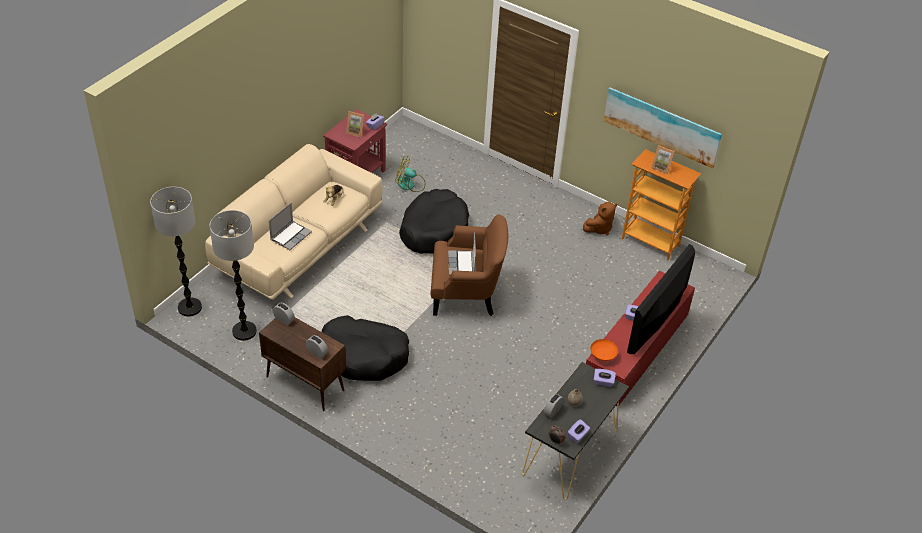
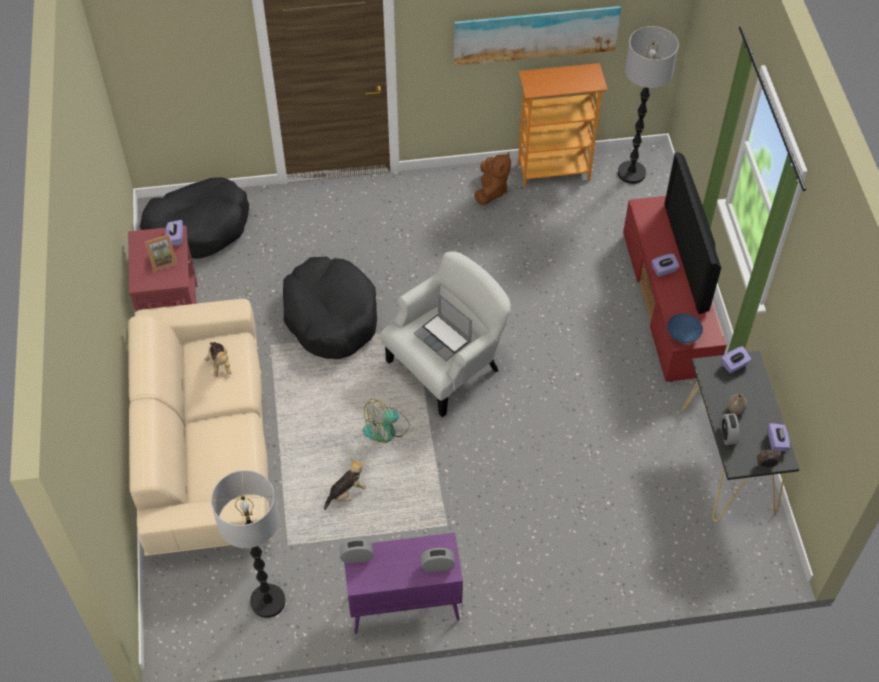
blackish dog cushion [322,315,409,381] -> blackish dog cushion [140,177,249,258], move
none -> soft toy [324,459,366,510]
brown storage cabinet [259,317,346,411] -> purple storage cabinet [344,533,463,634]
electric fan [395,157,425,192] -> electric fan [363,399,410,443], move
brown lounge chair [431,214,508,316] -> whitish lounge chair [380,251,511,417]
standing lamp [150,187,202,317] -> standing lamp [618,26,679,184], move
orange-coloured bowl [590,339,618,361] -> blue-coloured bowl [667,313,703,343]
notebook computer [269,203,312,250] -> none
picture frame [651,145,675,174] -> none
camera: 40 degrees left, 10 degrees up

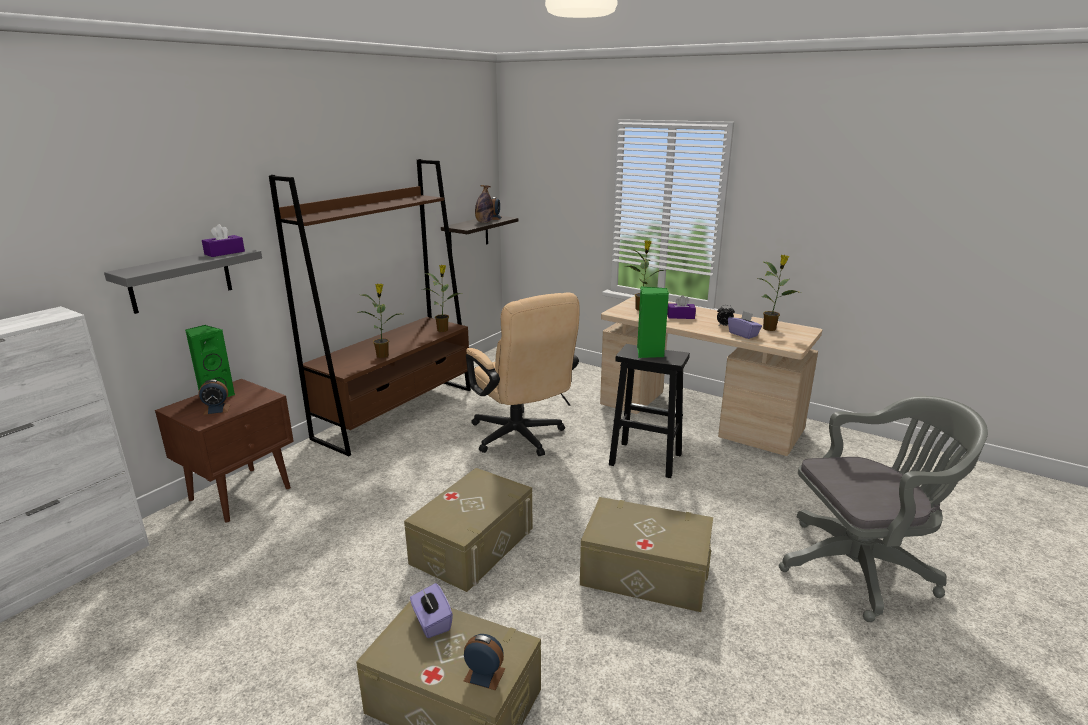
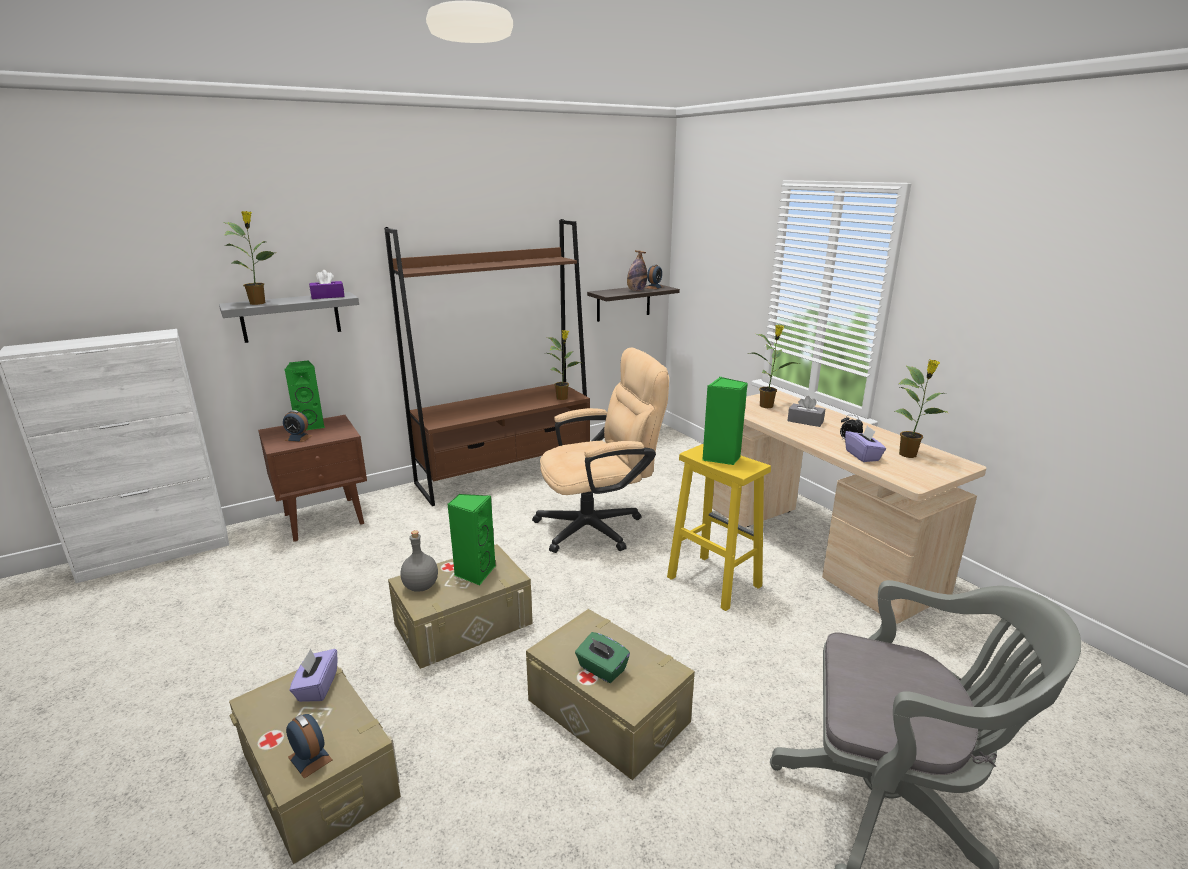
houseplant [357,284,402,358] -> houseplant [224,211,274,305], move
none -> greyish bottle [400,530,438,592]
none -> green-coloured speaker [448,494,496,585]
sand-coloured desk chair [466,293,580,456] -> sand-coloured desk chair [532,347,669,553], 105 degrees counterclockwise
none -> green-coloured tissue holder [575,632,630,683]
blackish sitting stool [609,344,690,478] -> yellow-coloured sitting stool [667,444,771,611]
purple tissue holder [667,295,696,319] -> greyish tissue holder [787,396,825,427]
camera: 25 degrees right, 0 degrees up

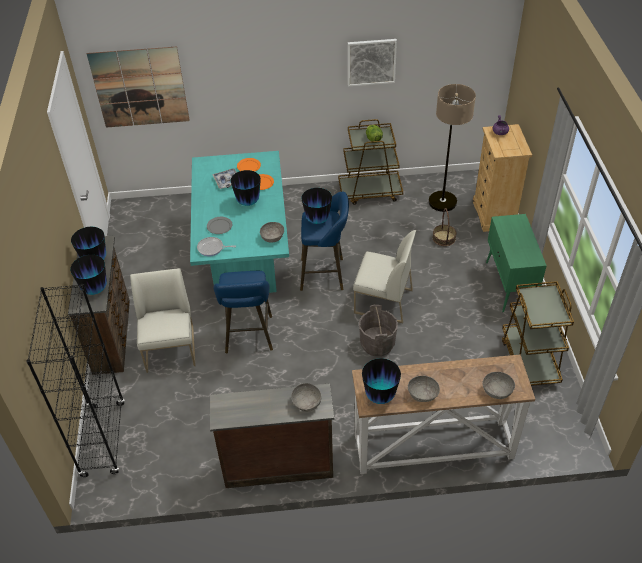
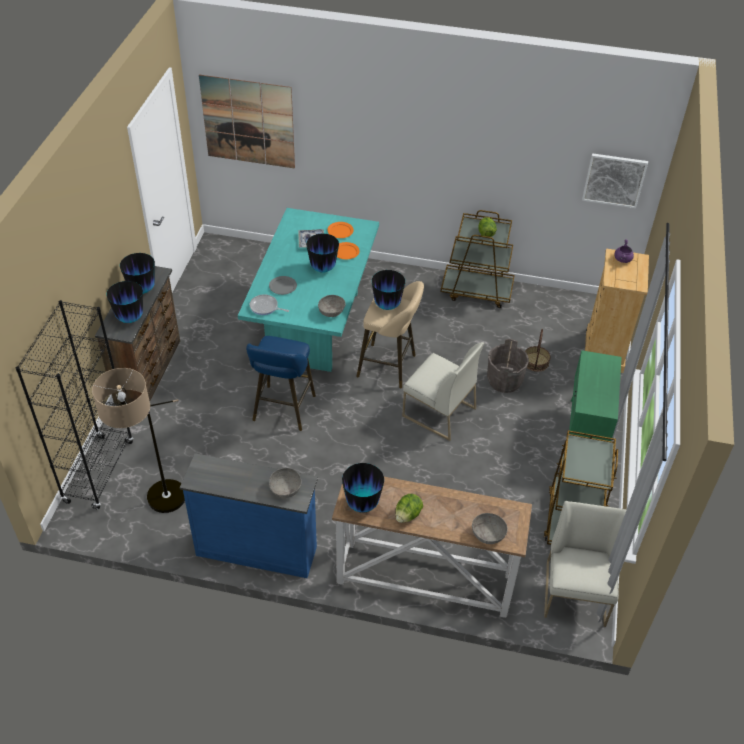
standing lamp [429,84,476,212] -> standing lamp [92,368,185,513], move
brown chest of drawers [210,383,334,488] -> blue-coloured chest of drawers [180,453,318,578]
blue-coloured sitting stool [300,192,349,291] -> sand-coloured sitting stool [356,281,424,388]
greyish bowl [408,376,440,402] -> lettuce [395,494,423,523]
greyish bucket [359,305,398,356] -> greyish bucket [487,339,529,393], move
whitish chair [130,268,196,373] -> whitish chair [544,501,627,627], move
wall picture [348,39,397,87] -> wall picture [582,153,648,208], move
camera: 15 degrees right, 0 degrees up

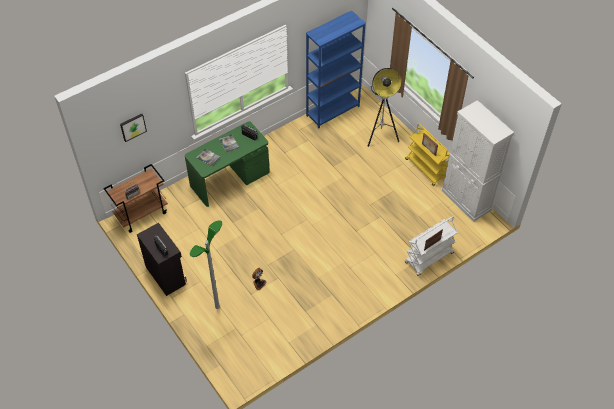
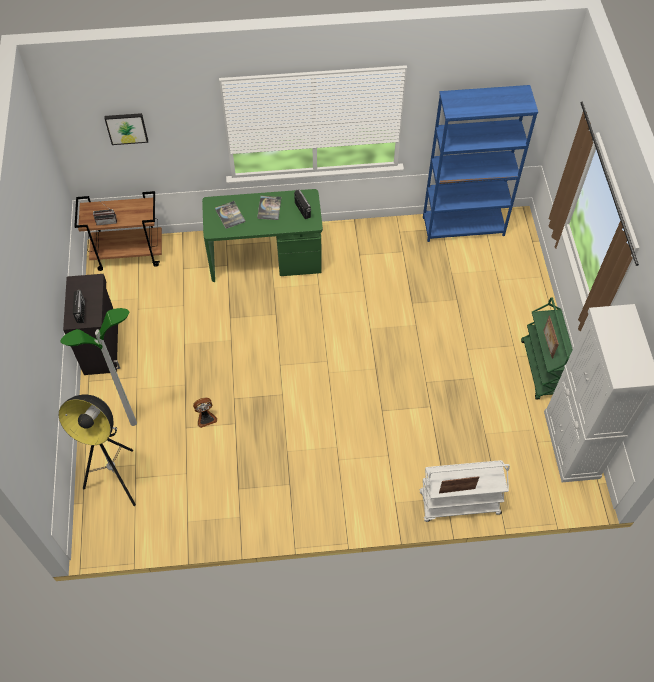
standing lamp [368,68,402,147] -> standing lamp [59,394,136,506], move
yellow-coloured cart [405,123,450,186] -> green-coloured cart [521,297,573,400]
camera: 30 degrees right, 5 degrees up

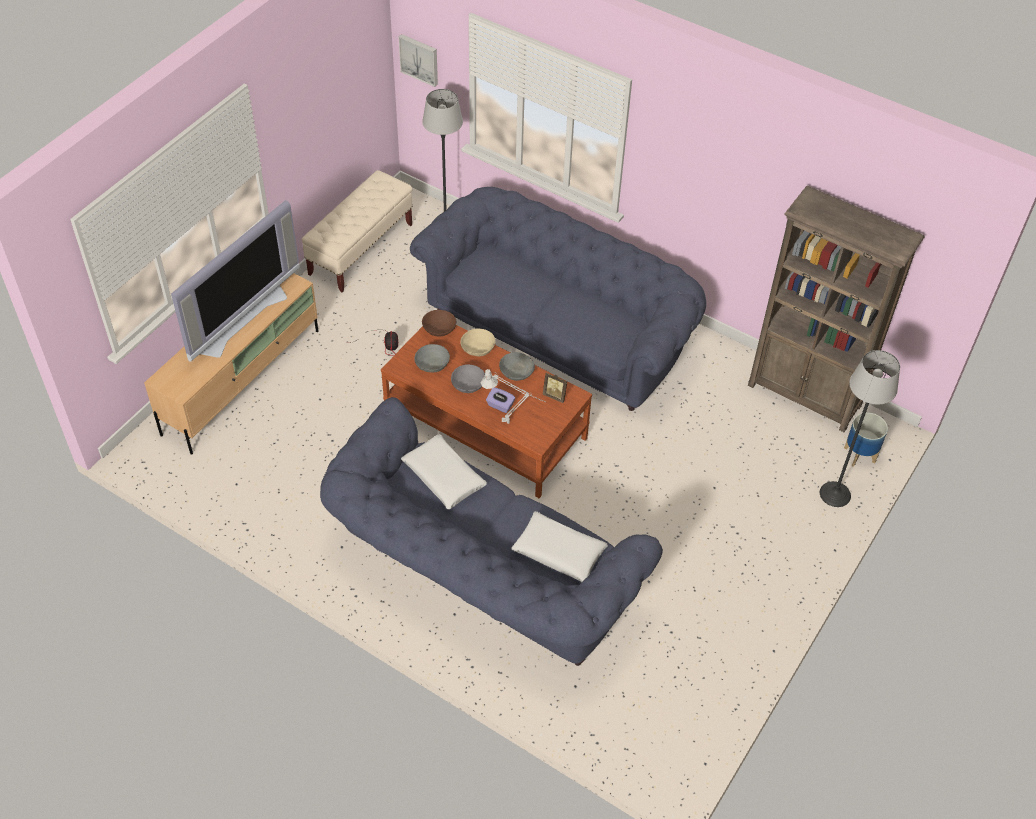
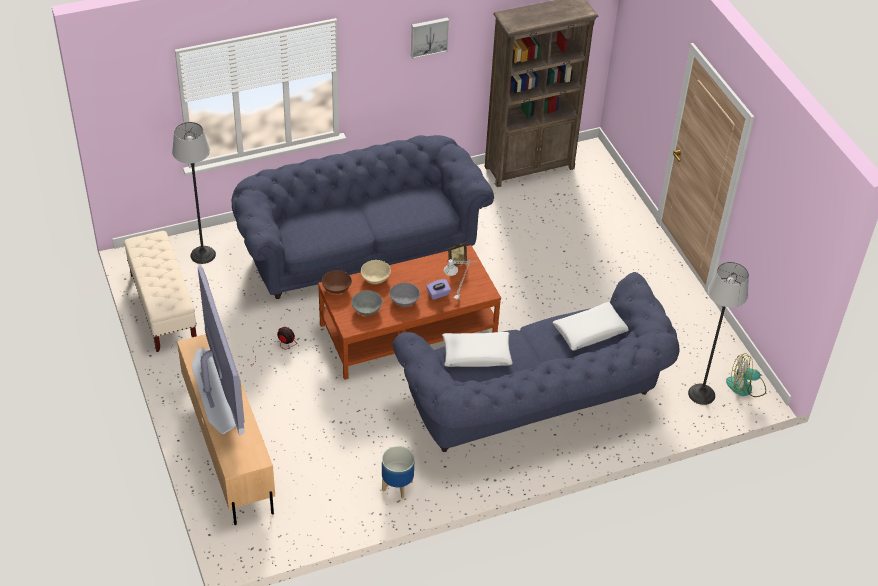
plant pot [844,413,888,467] -> plant pot [382,446,415,499], move
wall picture [399,34,438,87] -> wall picture [411,17,449,59], move
standing lamp [820,350,900,507] -> standing lamp [688,262,749,405], move
none -> electric fan [726,353,766,397]
greyish bowl [499,352,535,381] -> none
camera: 55 degrees left, 5 degrees down

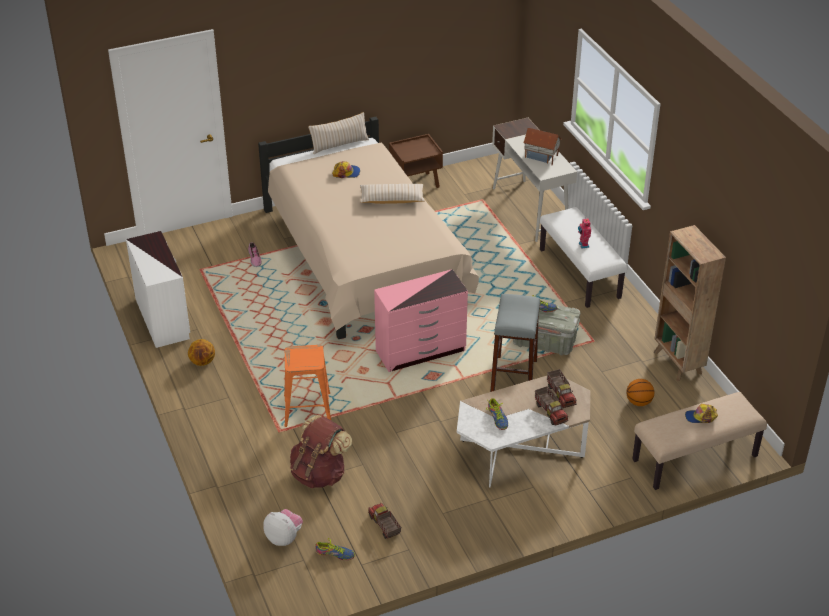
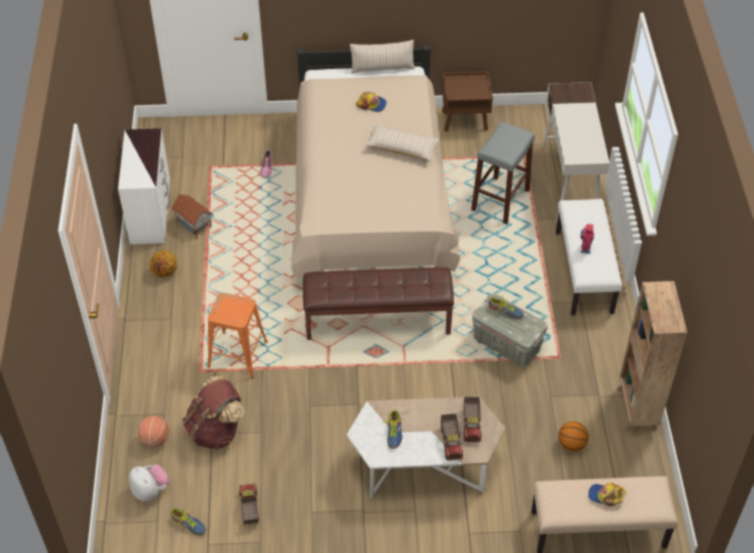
none -> basketball ball [138,416,169,447]
model house [523,128,562,165] -> model house [172,194,212,239], move
pink chest of drawers [374,269,468,372] -> brown indoor bench [303,267,454,340]
greyish sitting stool [490,294,540,392] -> greyish sitting stool [471,122,535,224], move
camera: 20 degrees right, 10 degrees up

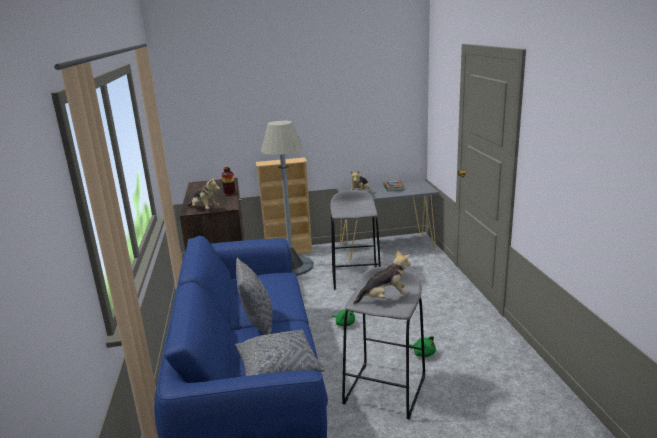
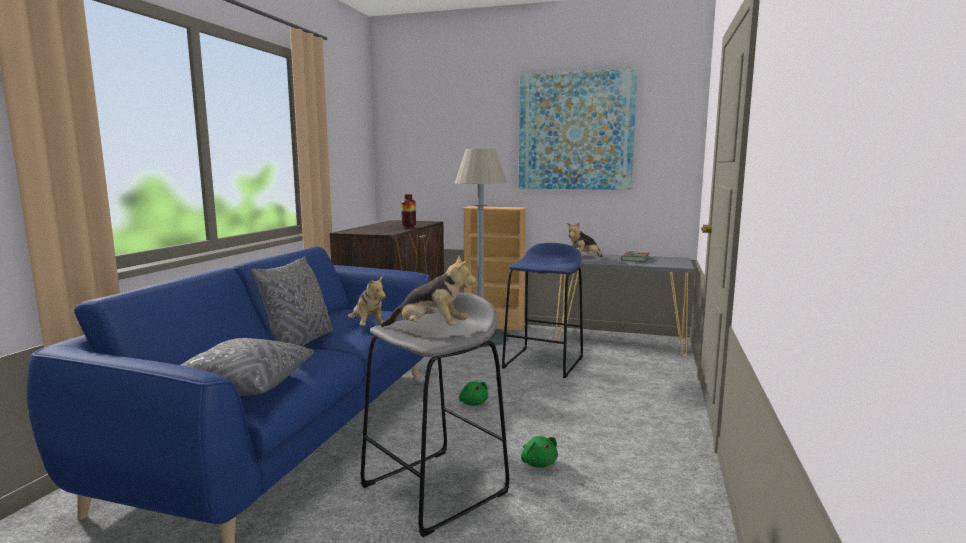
soft toy [187,176,220,209] -> soft toy [348,276,386,326], move
greyish sitting stool [330,190,381,290] -> blue-coloured sitting stool [502,243,583,378]
none -> wall picture [519,69,637,190]
camera: 25 degrees right, 10 degrees down

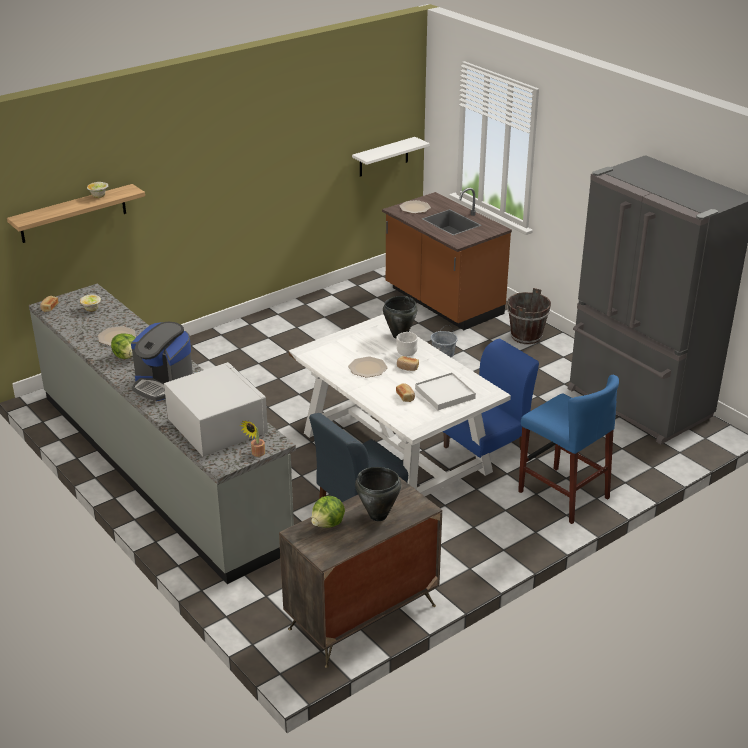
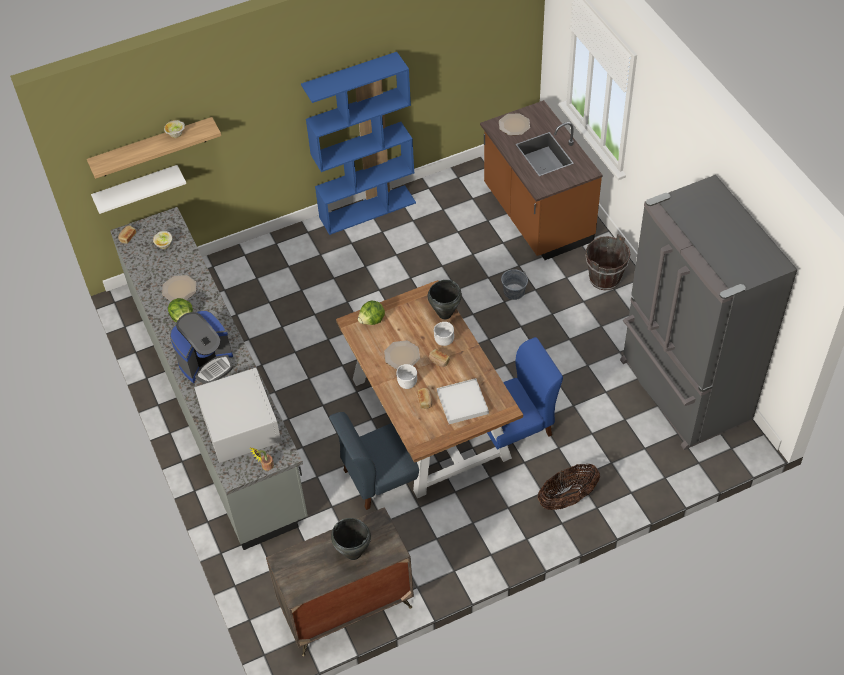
whitish shelf [352,137,430,177] -> whitish shelf [91,165,186,214], move
coffee machine [131,322,193,401] -> coffee machine [170,311,233,384], 90 degrees counterclockwise
none -> blue-coloured bookcase [301,52,416,235]
whitish dinner table [288,315,511,496] -> brown dinner table [336,280,523,498]
lettuce [311,496,345,528] -> lettuce [358,301,385,325], move
none -> whitish bowl [396,364,417,389]
blue-coloured sitting stool [518,375,619,524] -> storage basket [538,464,600,510]
camera: 15 degrees right, 20 degrees up

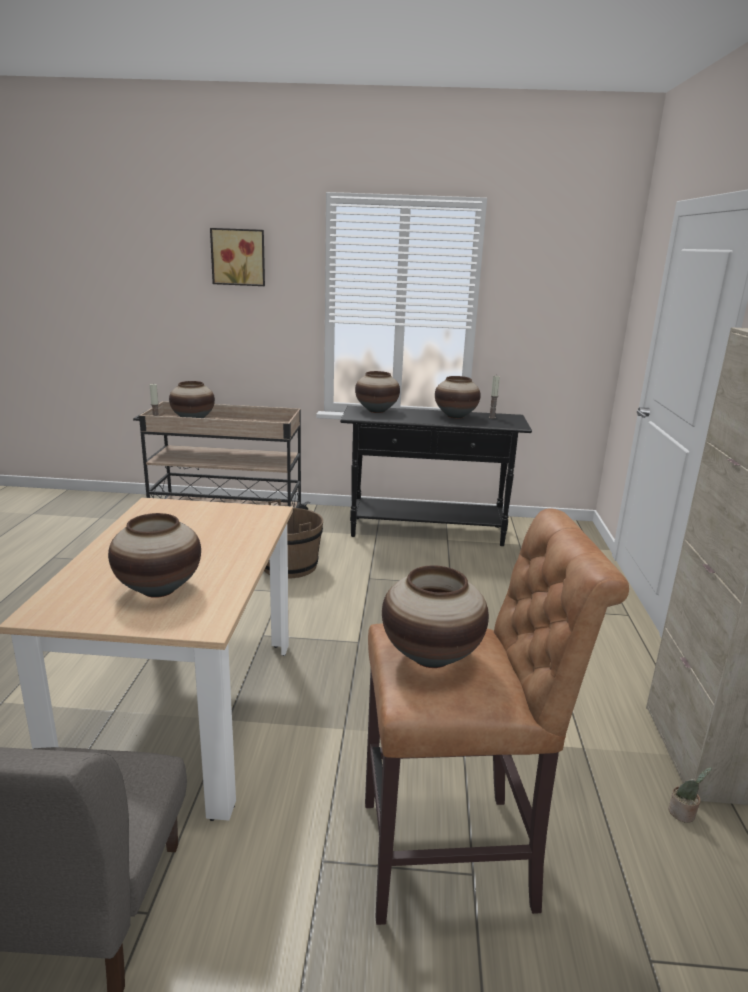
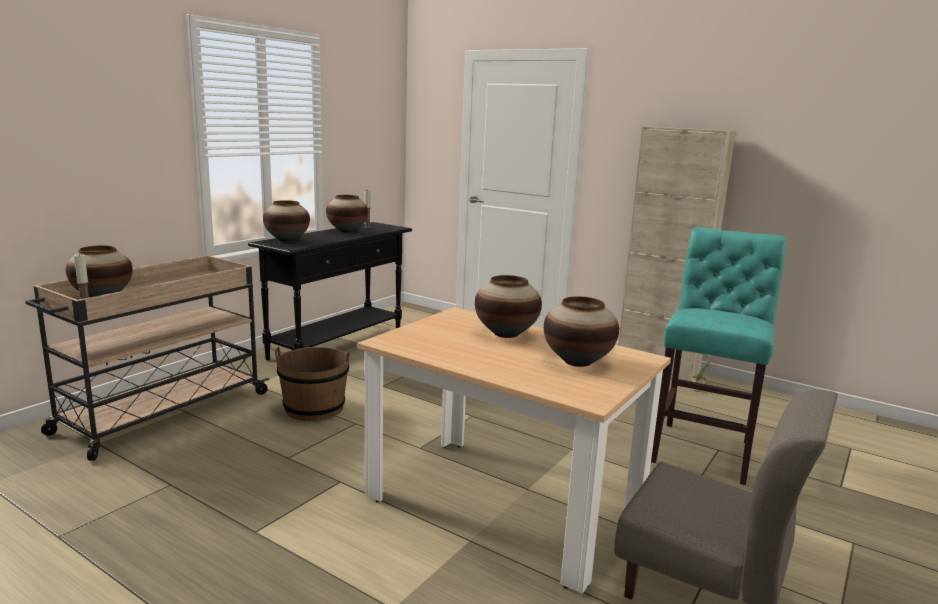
flower vase [382,565,489,668] -> flower vase [475,275,542,338], move
brown sitting stool [365,508,629,925] -> turquoise-coloured sitting stool [651,227,787,485]
wall picture [210,228,265,286] -> none
camera: 60 degrees left, 5 degrees down

